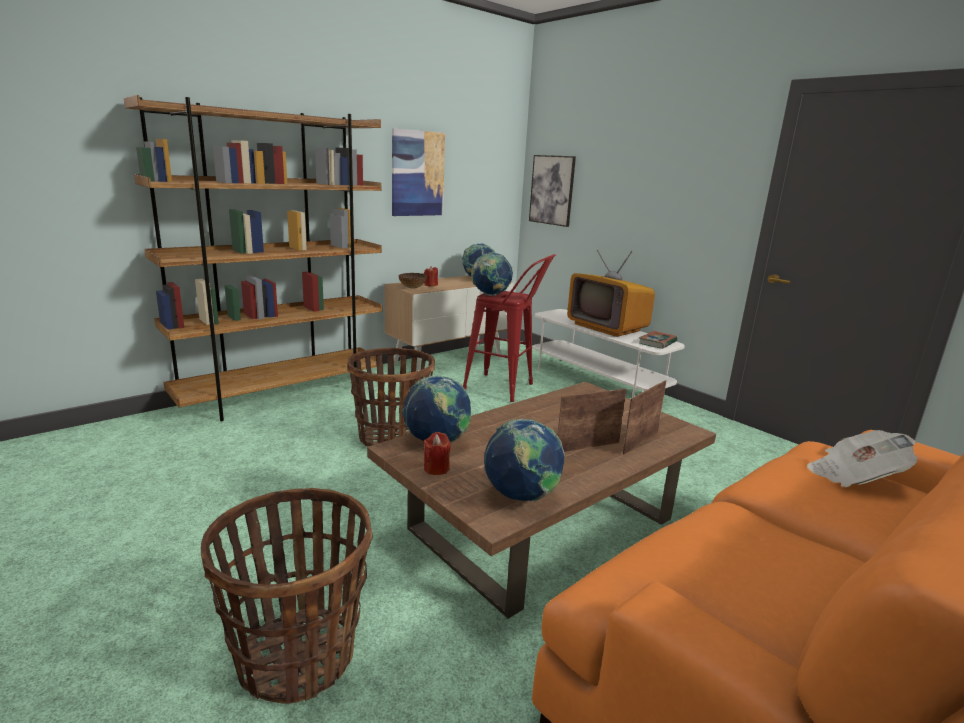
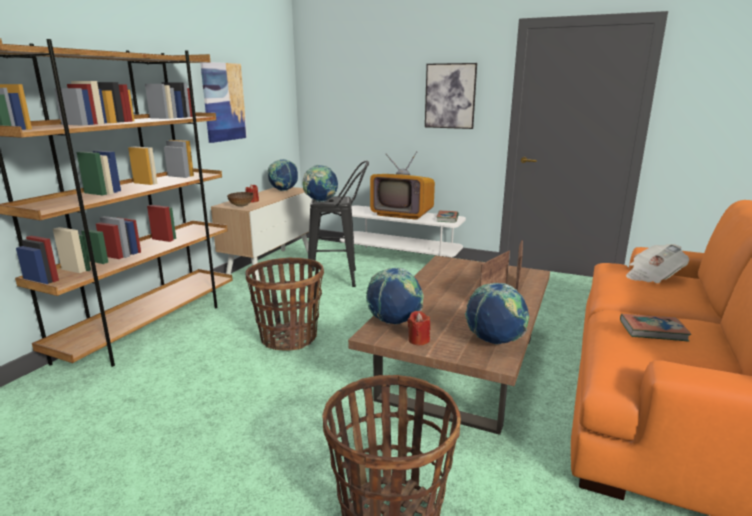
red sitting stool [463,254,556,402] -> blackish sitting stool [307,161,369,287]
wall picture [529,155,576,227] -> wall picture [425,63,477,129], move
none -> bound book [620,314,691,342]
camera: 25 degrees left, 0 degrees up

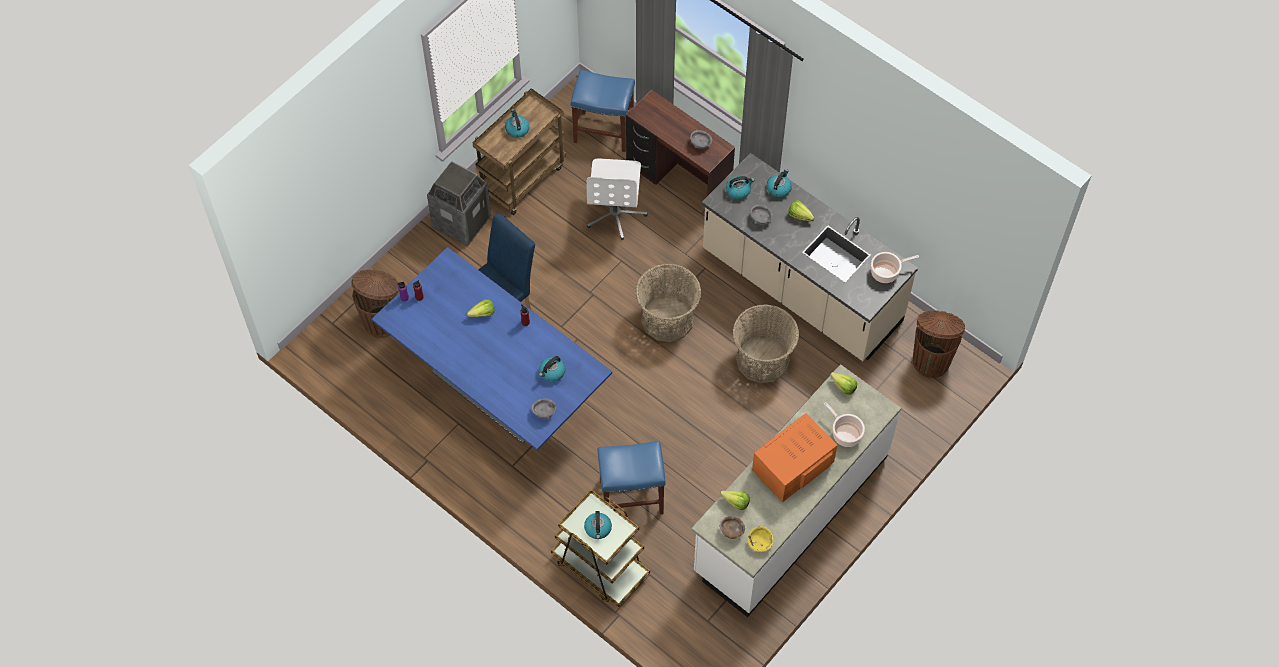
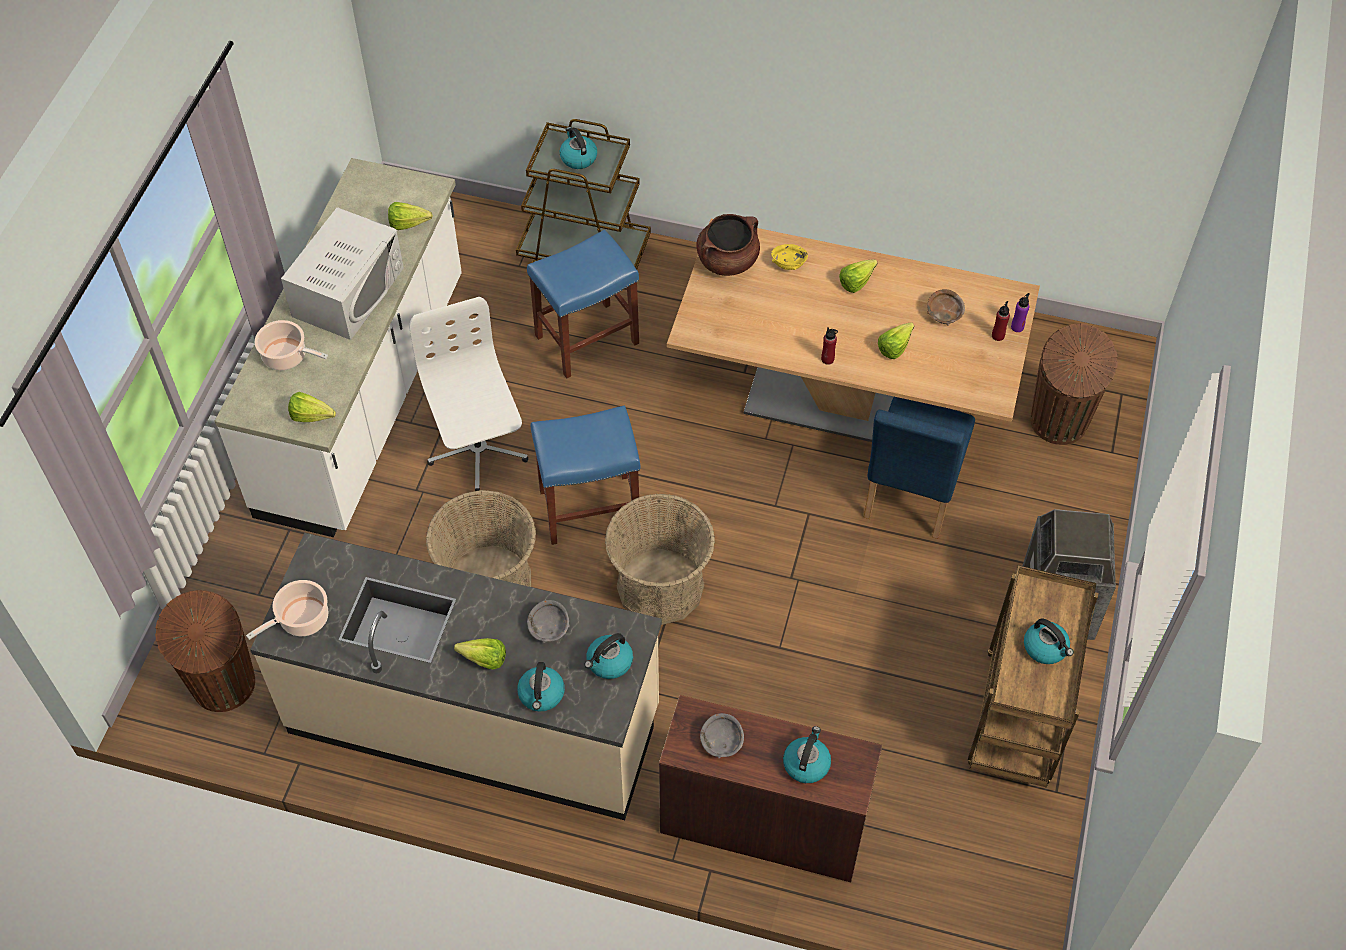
orange-coloured microwave [752,413,837,502] -> whitish microwave [281,207,404,340]
whitish desk chair [586,158,648,240] -> whitish desk chair [409,297,528,491], move
blue-coloured sitting stool [571,70,635,152] -> blue-coloured sitting stool [531,406,640,545], move
blue-coloured dinner table [372,247,612,450] -> sand-coloured dinner table [667,219,1040,442]
greyish bowl [532,398,556,419] -> brown stockpot [696,214,760,276]
yellow-coloured bowl [748,526,773,552] -> yellow-coloured bowl [771,244,808,270], move
kettle [539,356,565,382] -> kettle [783,726,831,783], move
none -> lettuce [839,259,877,293]
brown bowl [719,516,745,540] -> brown bowl [927,289,965,326], move
camera: 155 degrees right, 5 degrees down

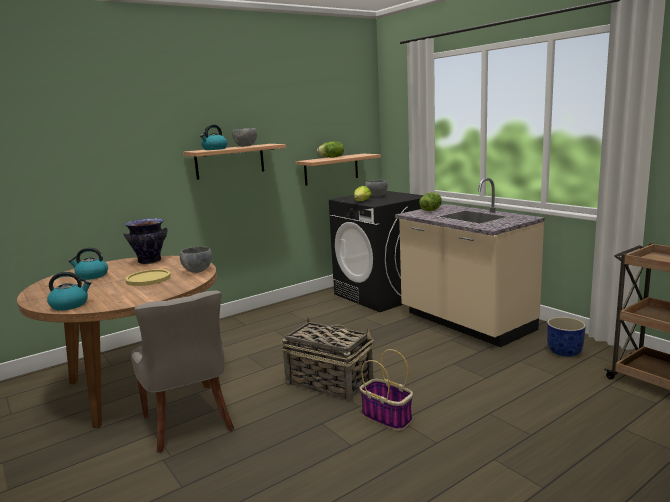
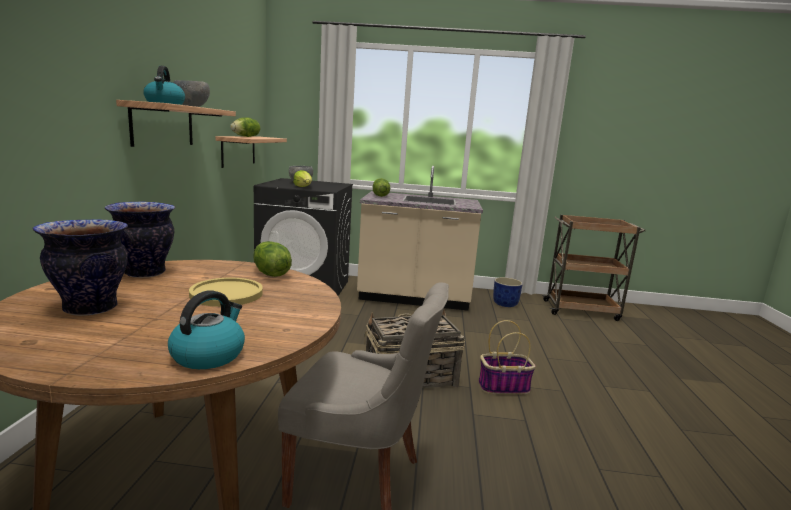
kettle [69,247,108,280] -> flower vase [32,220,128,316]
greyish bowl [180,246,212,273] -> lettuce [253,241,292,277]
camera: 50 degrees left, 0 degrees up

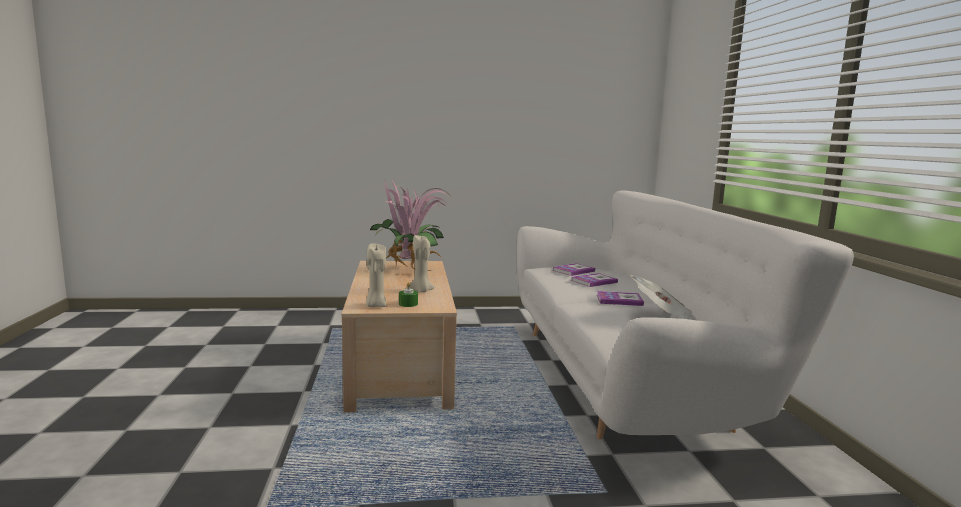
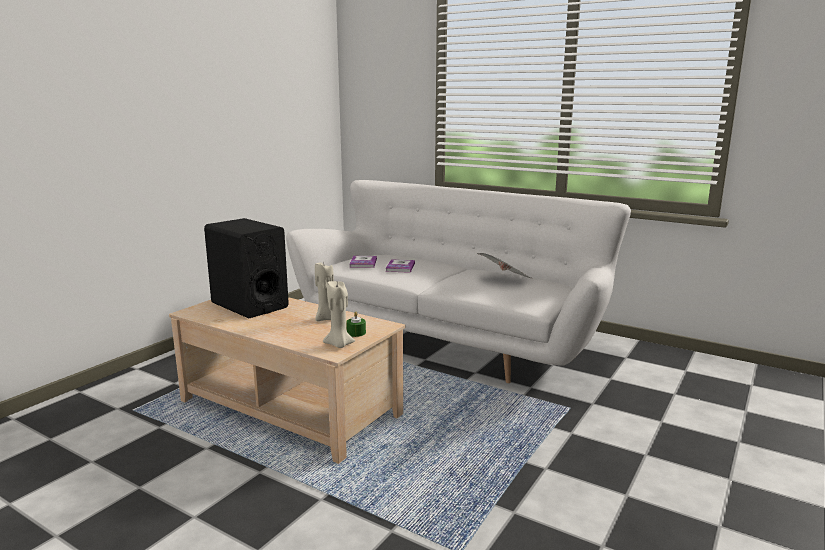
houseplant [370,179,450,271] -> blackish speaker [204,218,289,318]
bound book [597,291,644,306] -> none
camera: 50 degrees left, 5 degrees up

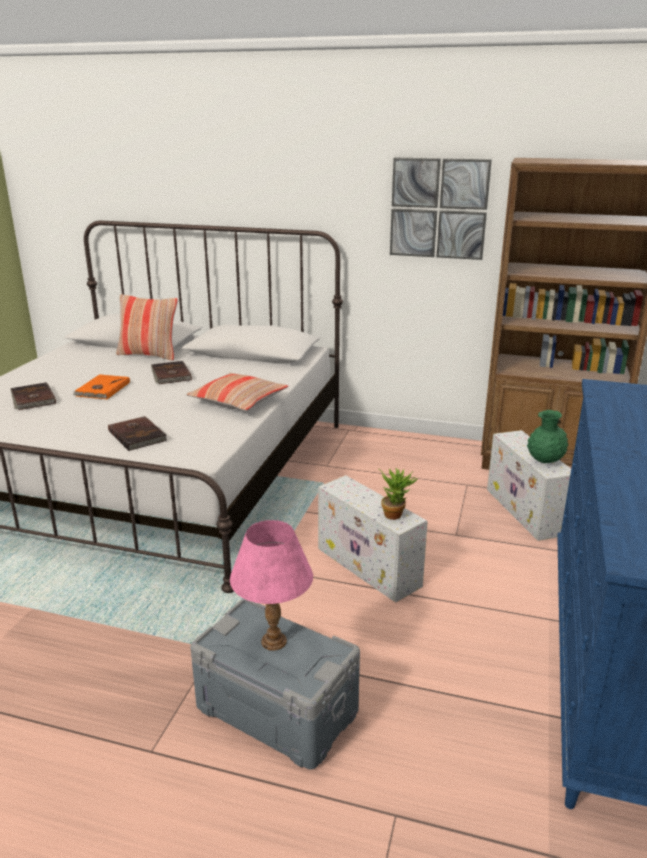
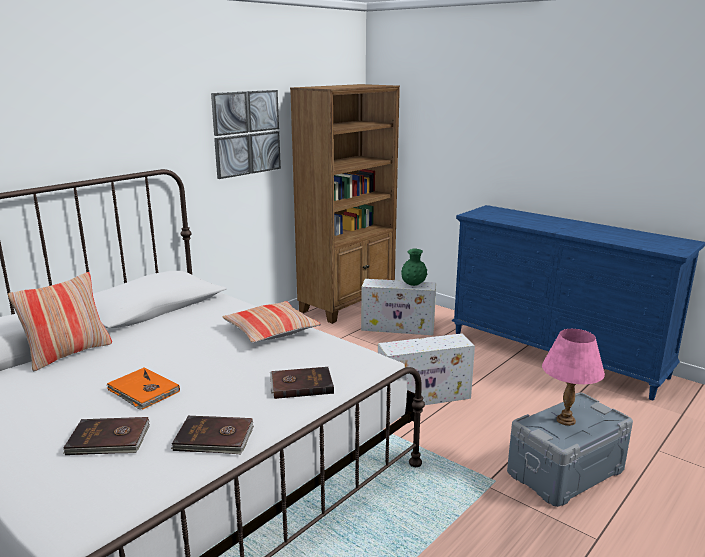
brown bound book [151,361,192,384] -> brown bound book [171,416,254,454], move
houseplant [378,468,418,520] -> none
camera: 65 degrees left, 5 degrees down

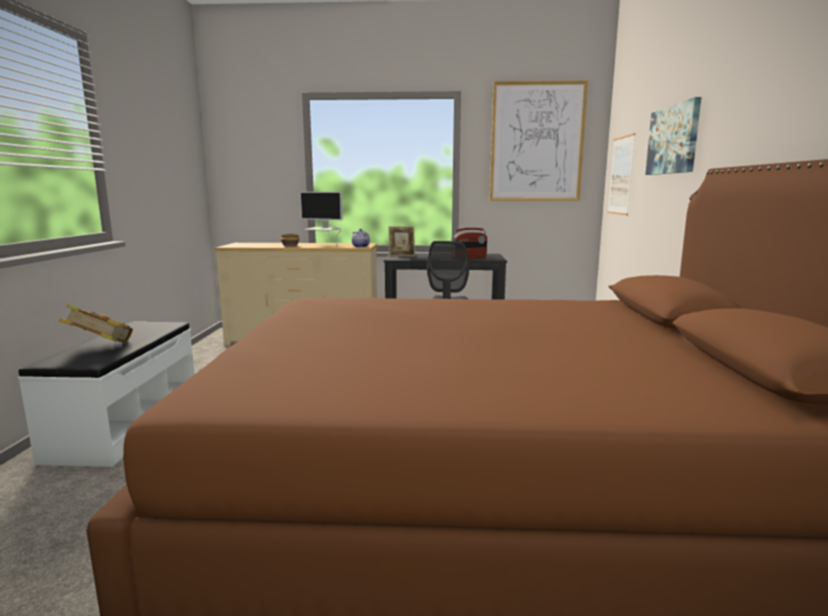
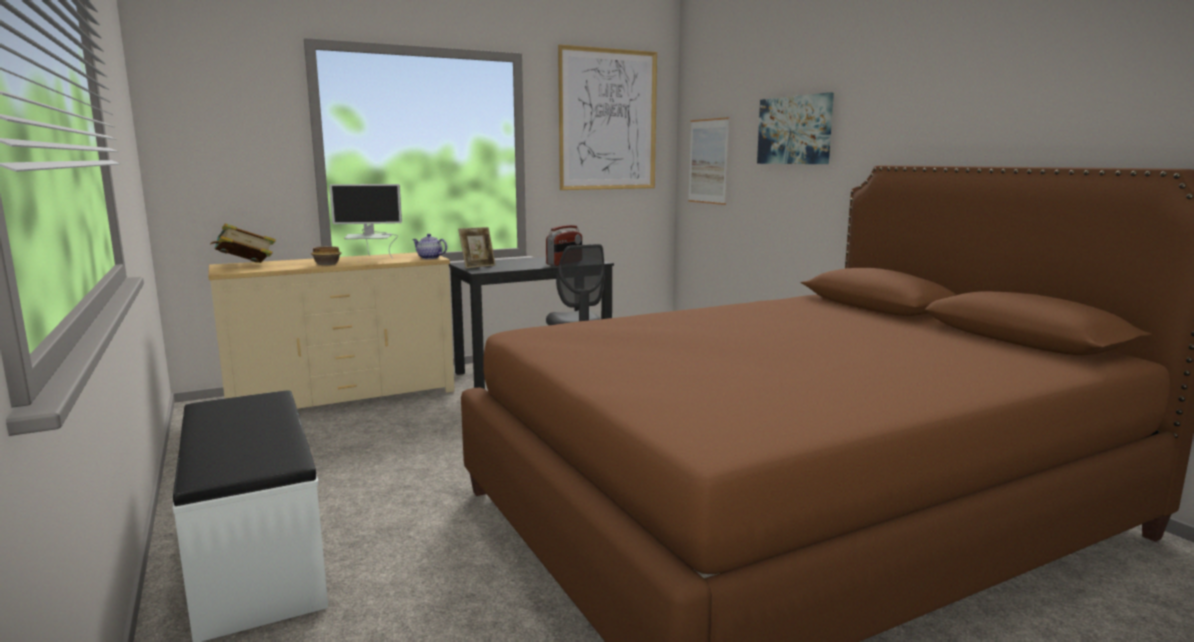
bound book [59,304,133,342] -> bound book [210,223,276,263], move
camera: 30 degrees left, 0 degrees up

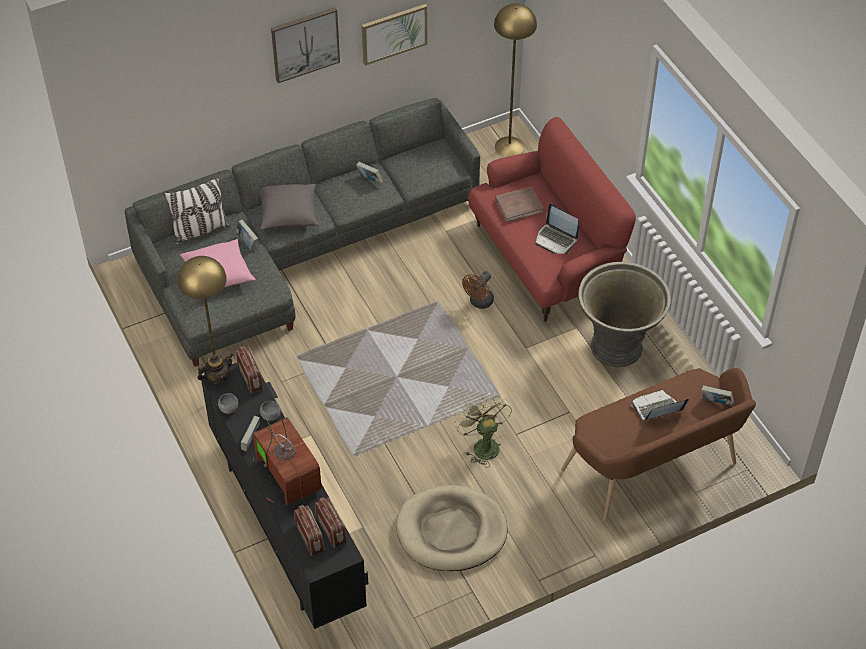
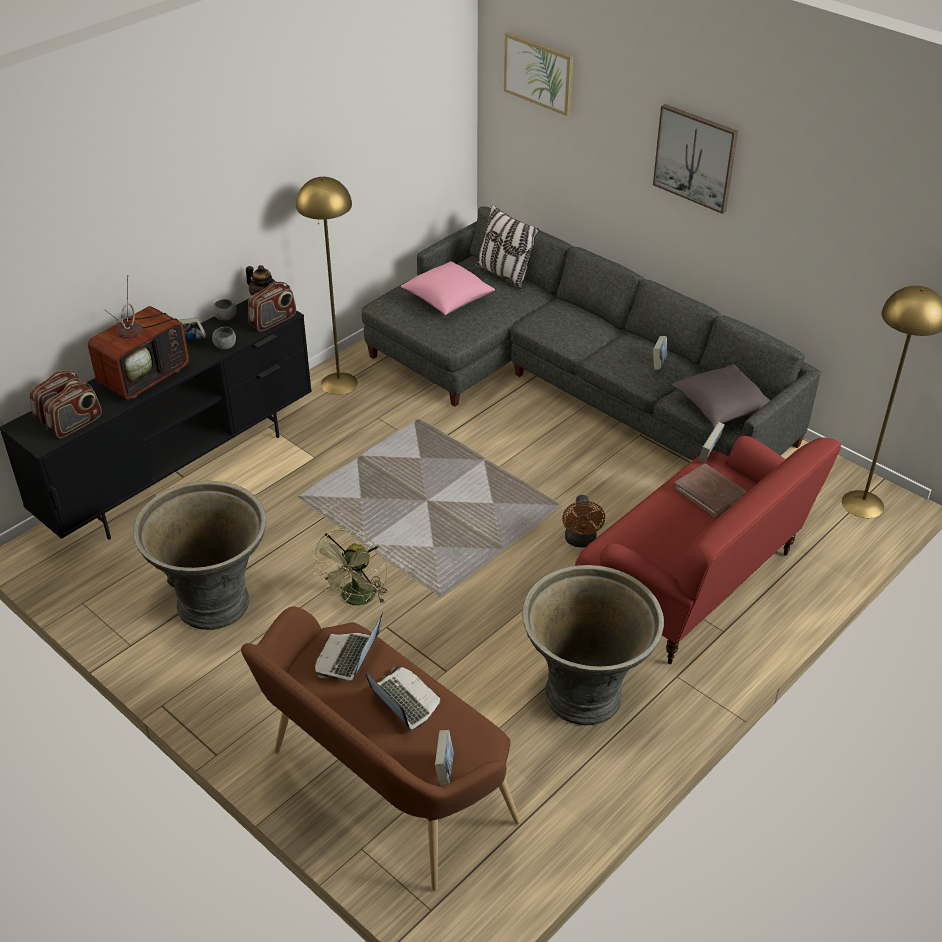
sand-coloured dog cushion [396,485,507,571] -> greyish plant pot [133,481,266,630]
green-coloured electric fan [455,395,512,467] -> green-coloured electric fan [312,529,388,605], 150 degrees clockwise
notebook computer [535,204,579,254] -> notebook computer [315,612,383,681], move
wall picture [362,4,427,66] -> wall picture [504,32,574,116], move
brown electric fan [462,271,494,309] -> brown electric fan [562,495,605,547], 105 degrees counterclockwise
greyish pillow [260,184,319,230] -> greyish pillow [671,364,770,427], move
bound book [236,219,258,251] -> bound book [698,422,725,463], move
camera: 70 degrees right, 10 degrees down

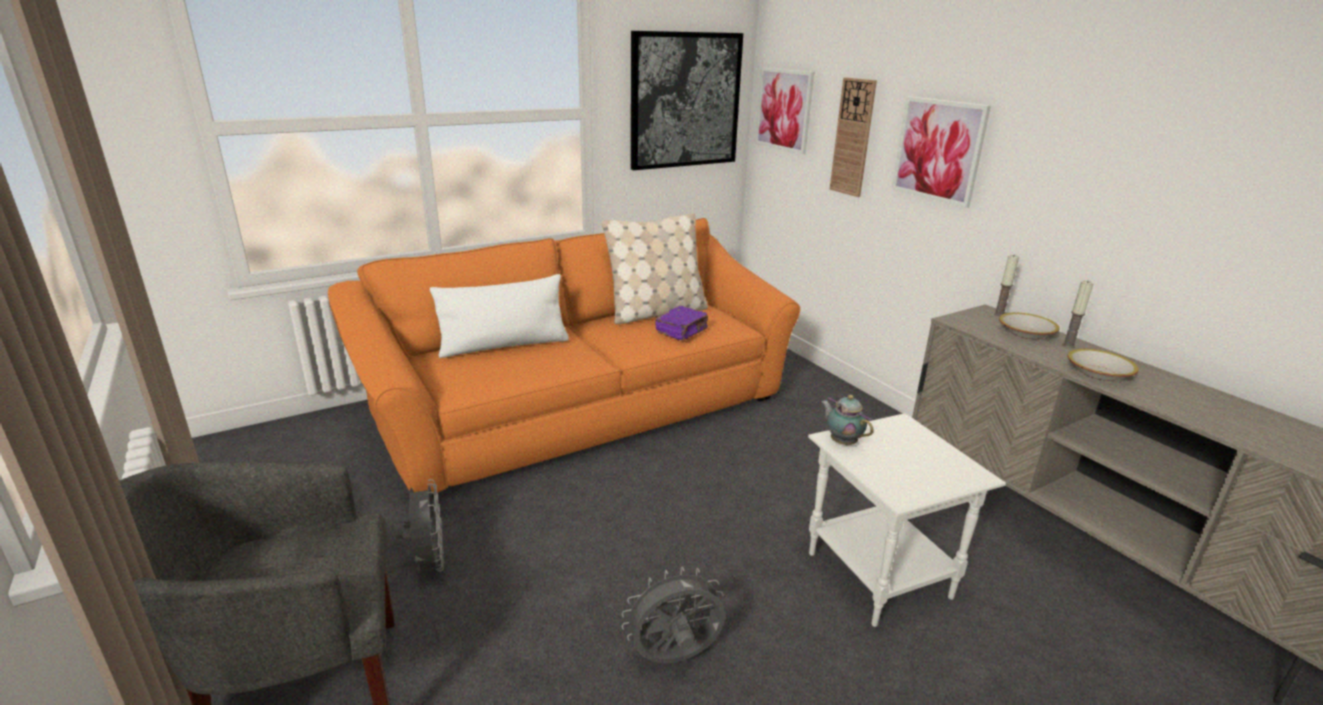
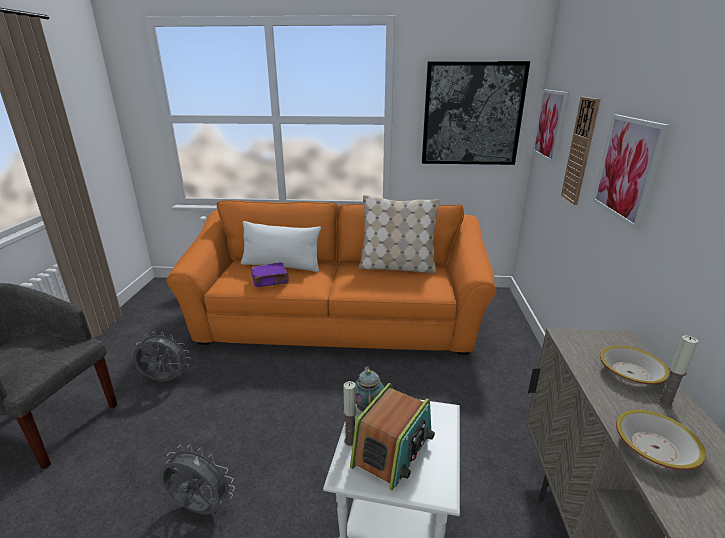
greyish electric fan [395,479,444,572] -> greyish electric fan [133,331,190,381], 105 degrees counterclockwise
purple bound book [656,306,708,340] -> purple bound book [251,262,289,287], move
candle [994,255,1019,316] -> candle [343,381,357,446], move
none -> radio set [350,383,435,490]
camera: 35 degrees right, 0 degrees up

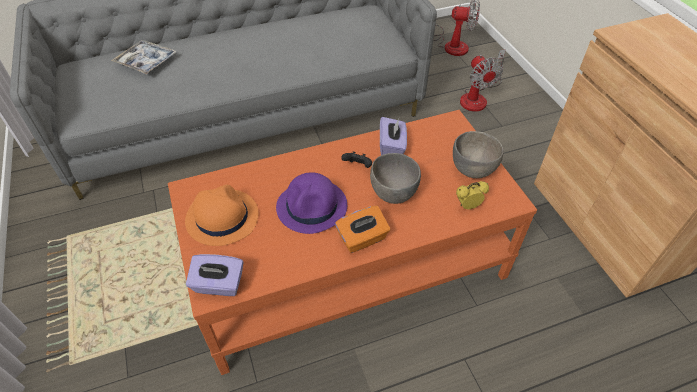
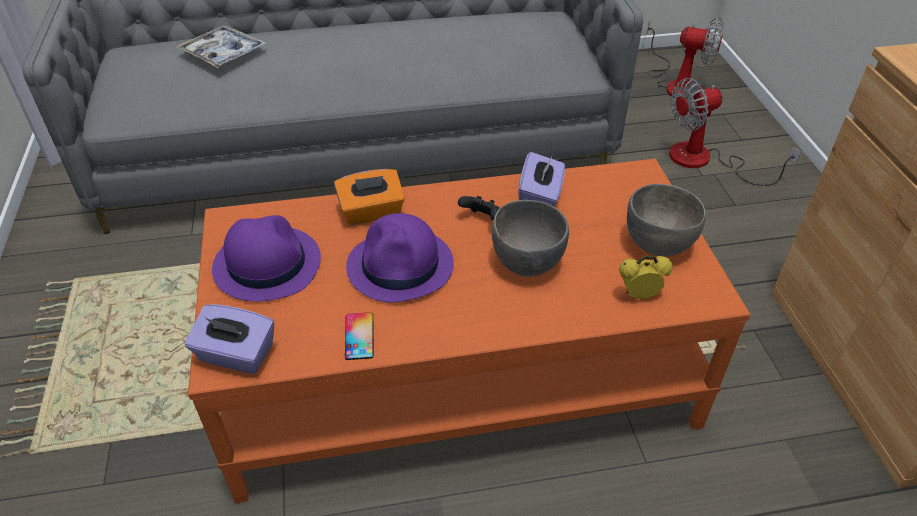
orange-coloured hat [185,185,258,246] -> purple hat [212,215,321,302]
orange-coloured tissue holder [335,205,390,253] -> orange-coloured tissue holder [334,169,405,225], move
none -> phone [345,312,374,360]
electric fan [460,49,506,112] -> electric fan [669,78,801,186], 75 degrees clockwise
camera: 10 degrees right, 5 degrees down

